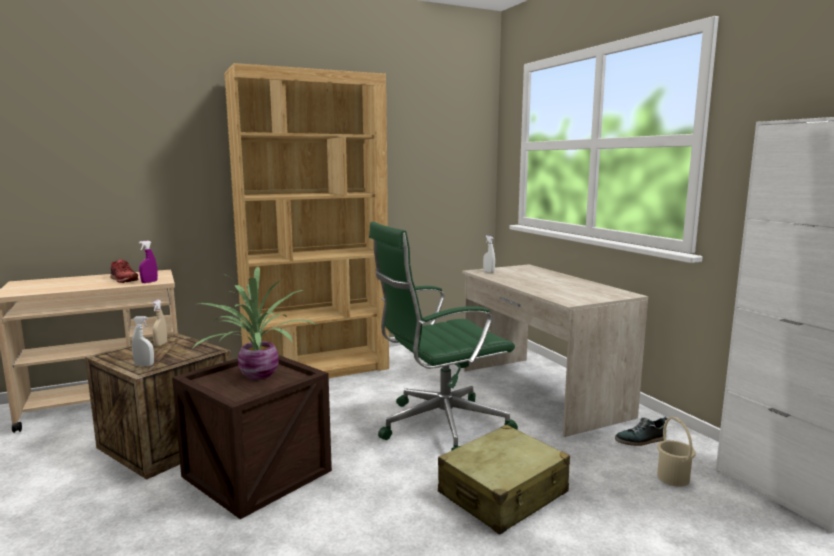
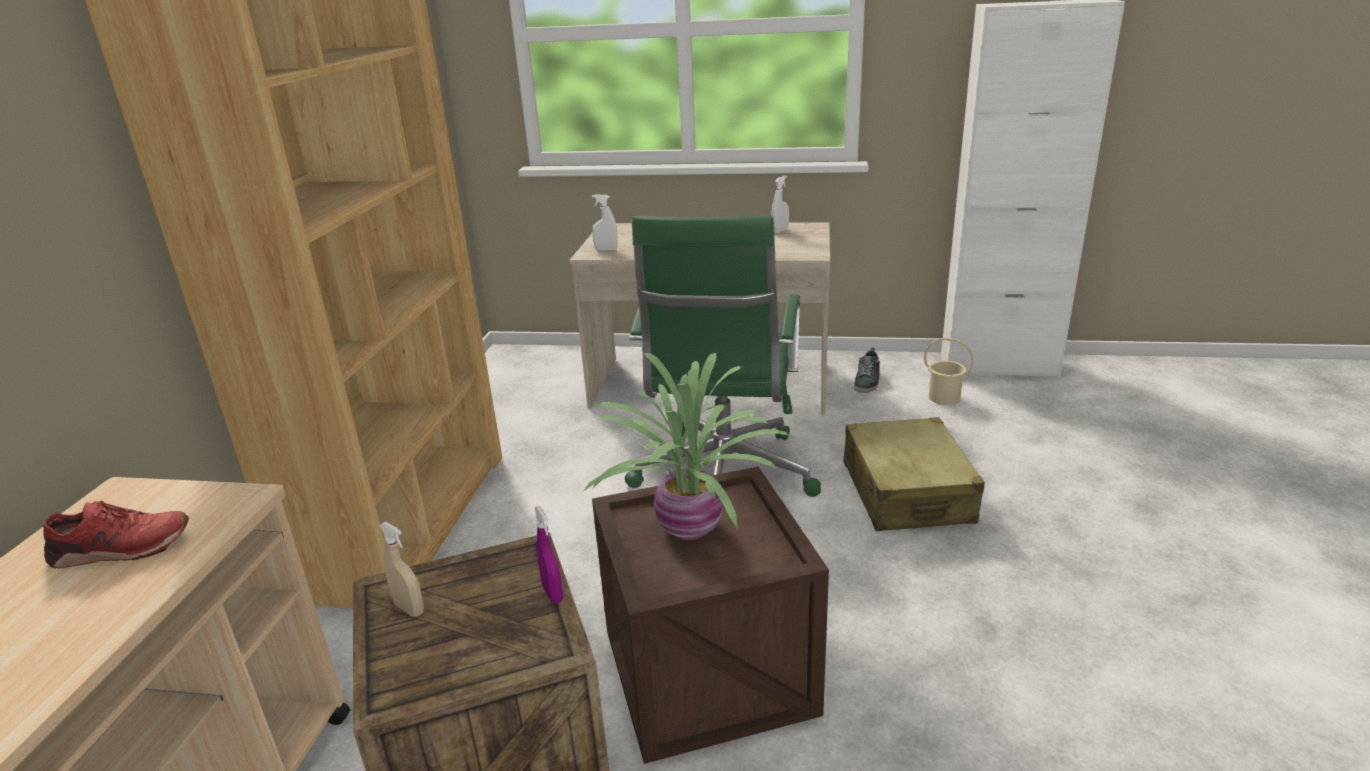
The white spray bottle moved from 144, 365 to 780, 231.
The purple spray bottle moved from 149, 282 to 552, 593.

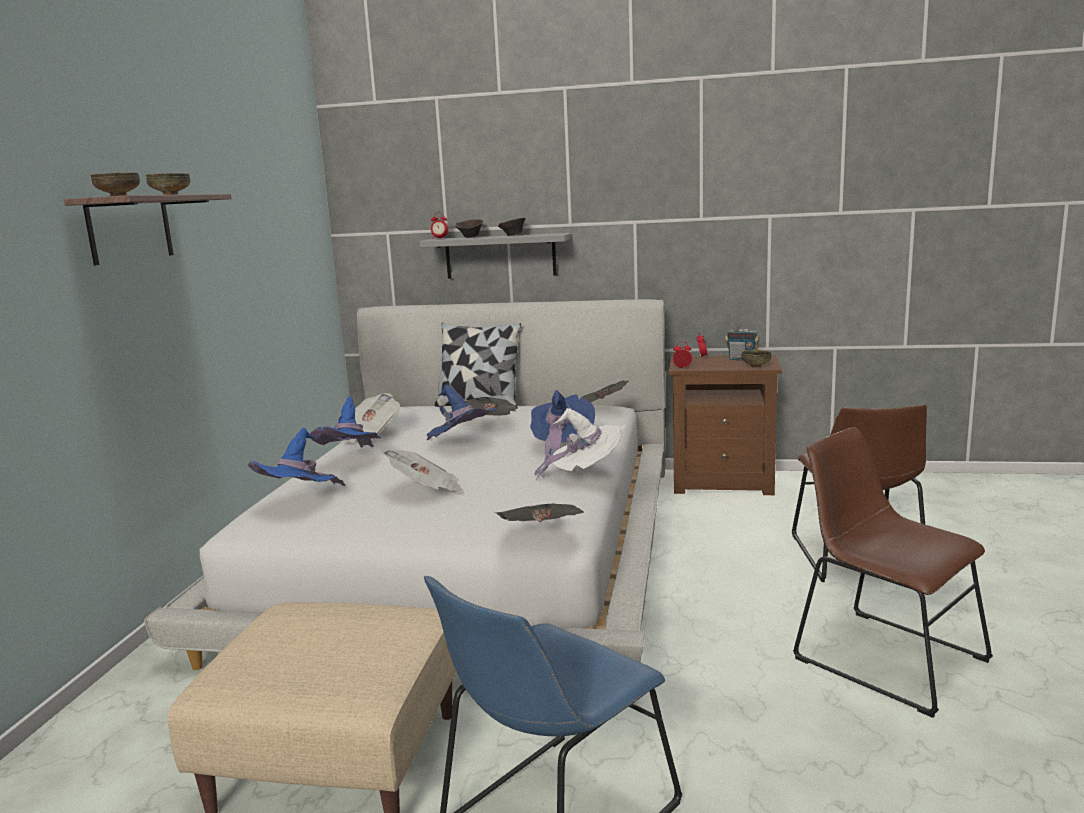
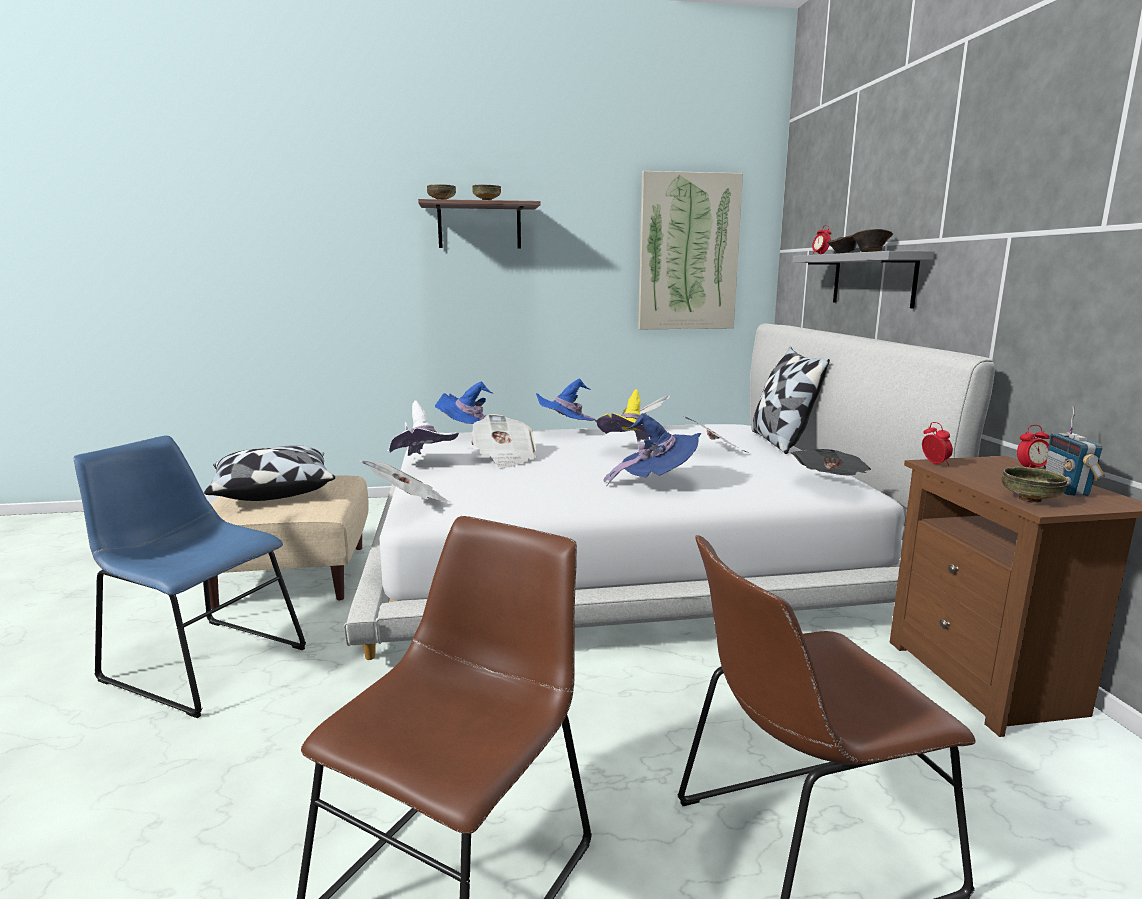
The pillow at 272, 491 appeared.
The picture at 688, 252 appeared.
The white hat moved from 586, 474 to 422, 466.
The blue hat at 461, 445 became the yellow hat at 631, 451.

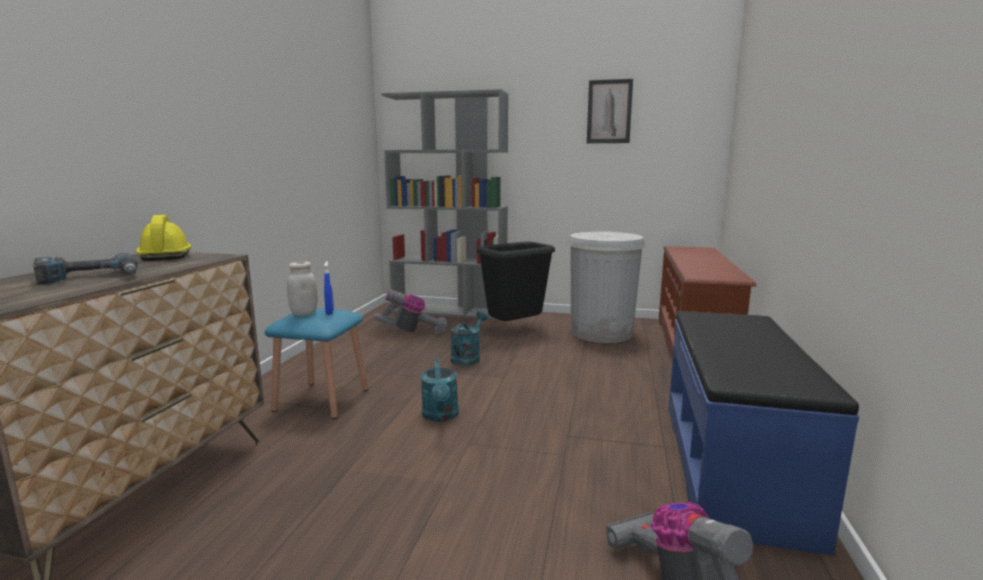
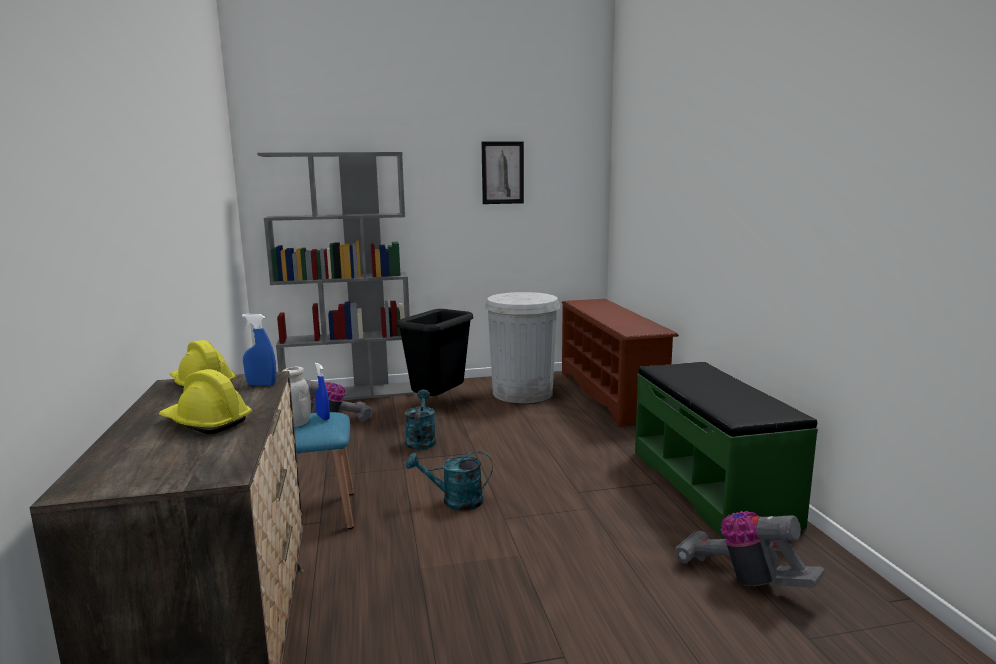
The blue spray bottle at 261, 384 appeared.
The power drill at 90, 277 was replaced by the yellow hard hat at 205, 422.
The blue bench at 734, 466 became the green bench at 711, 486.
The turquoise watering can at 441, 416 turned 120 degrees clockwise.

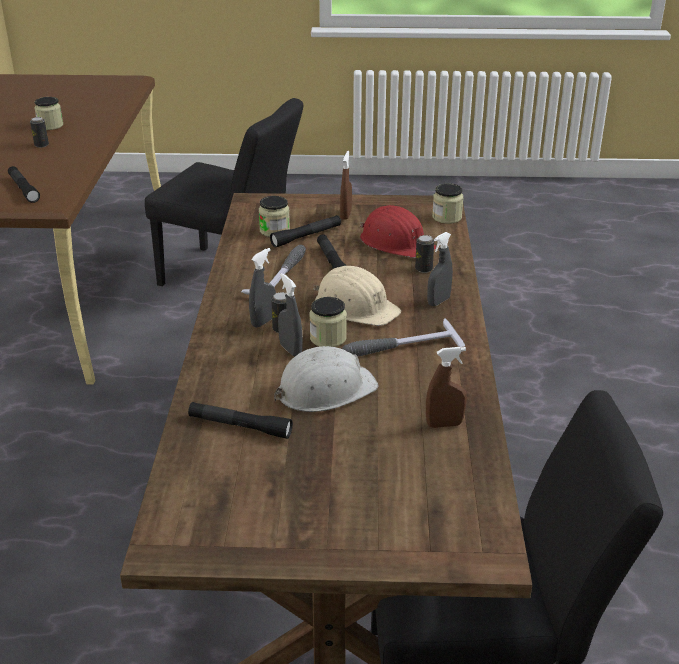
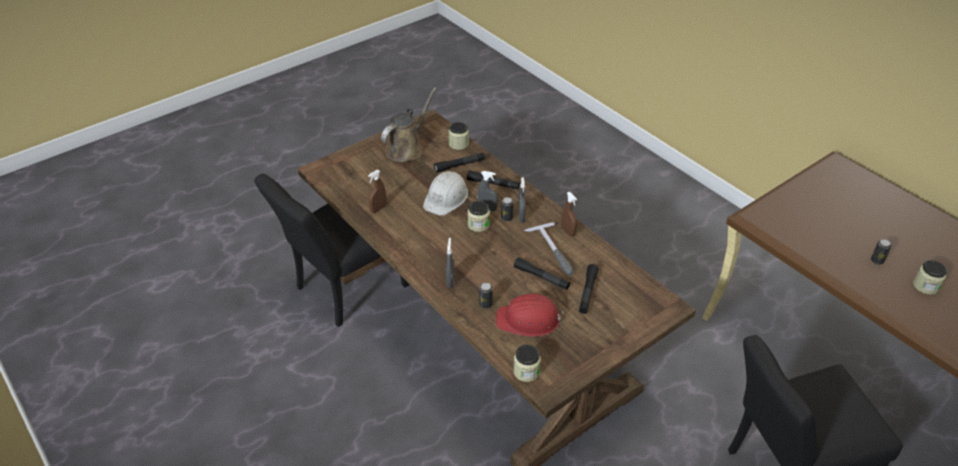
The beige hard hat at 355, 307 disappeared.
The hammer at 399, 346 disappeared.
The brown watering can at 406, 149 appeared.
The black flashlight moved from 23, 189 to 493, 184.
The jar moved from 274, 230 to 458, 144.
The brown spray bottle moved from 346, 215 to 568, 231.

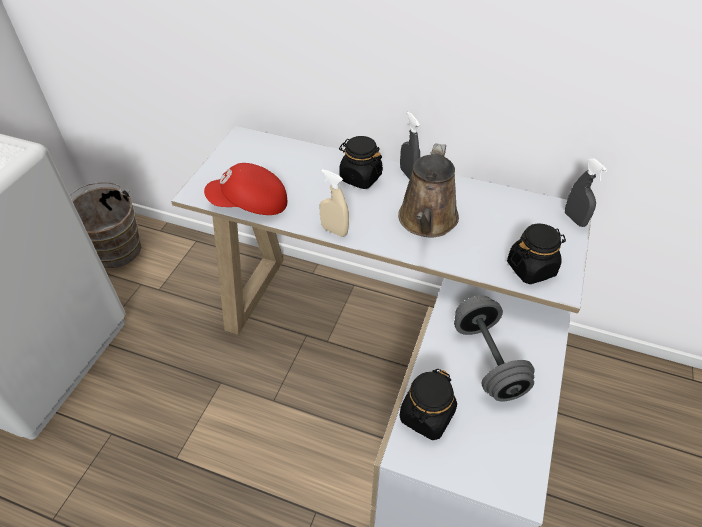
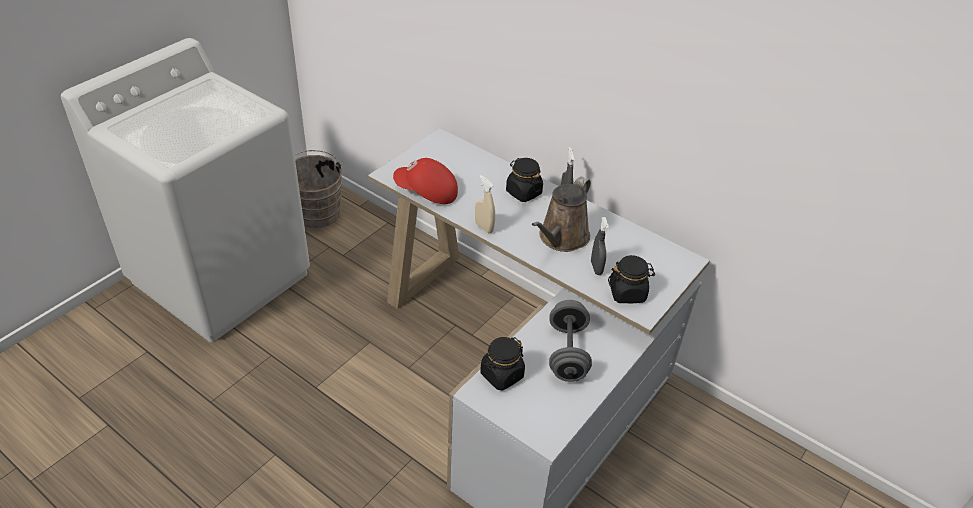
The grey spray bottle moved from 574, 219 to 596, 268.

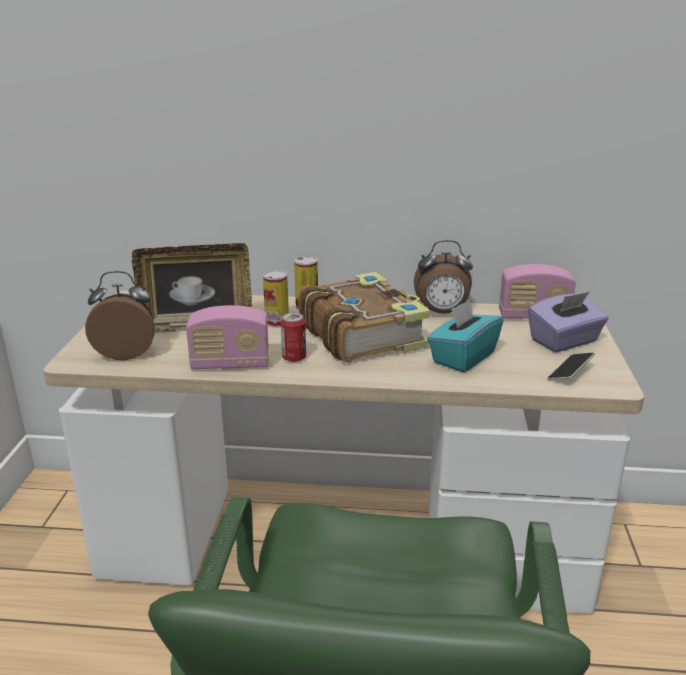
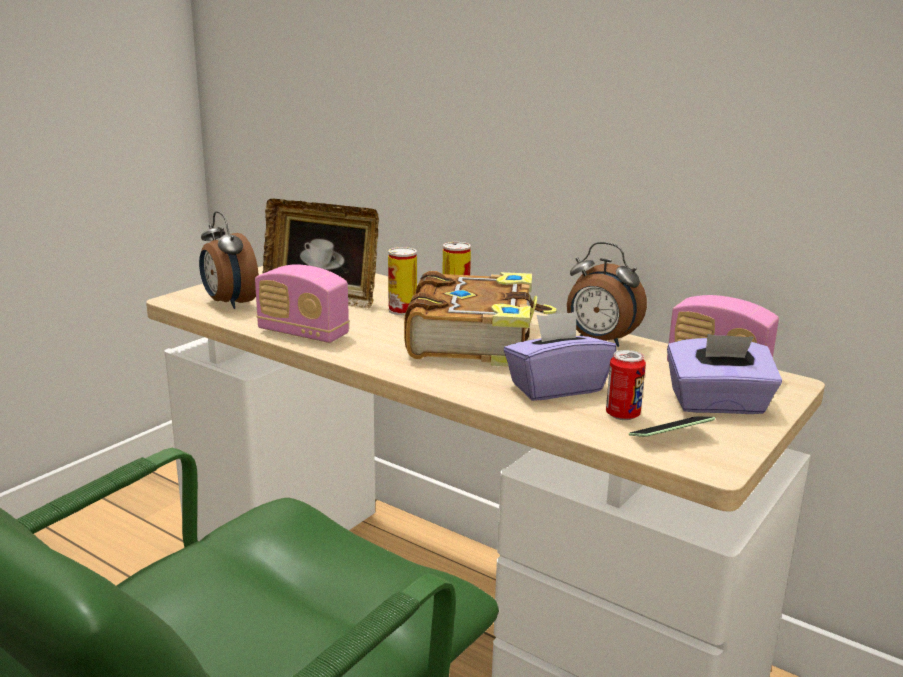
The can moved from 294, 358 to 622, 415.
The turquoise tissue box at 463, 357 became the purple tissue box at 556, 387.
The alarm clock at 126, 353 turned 150 degrees counterclockwise.

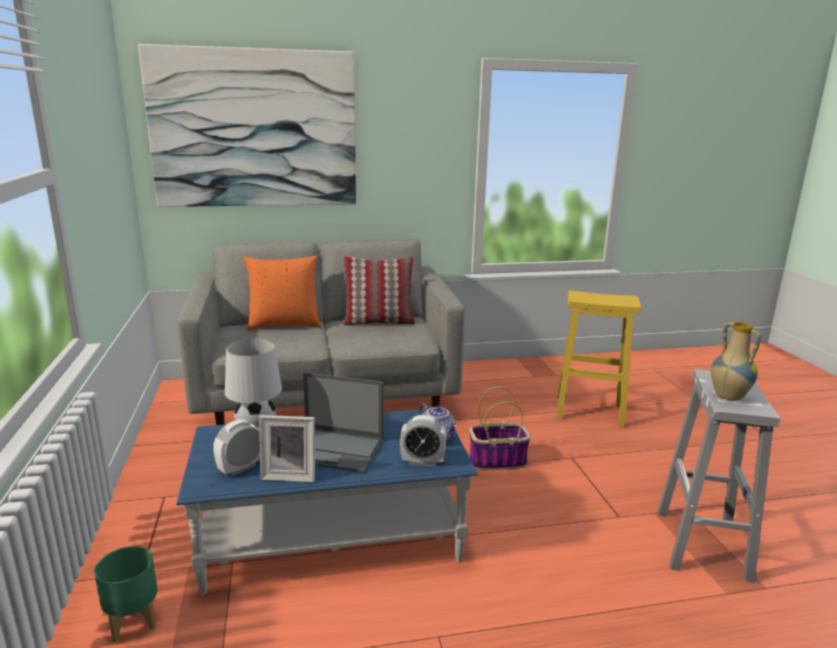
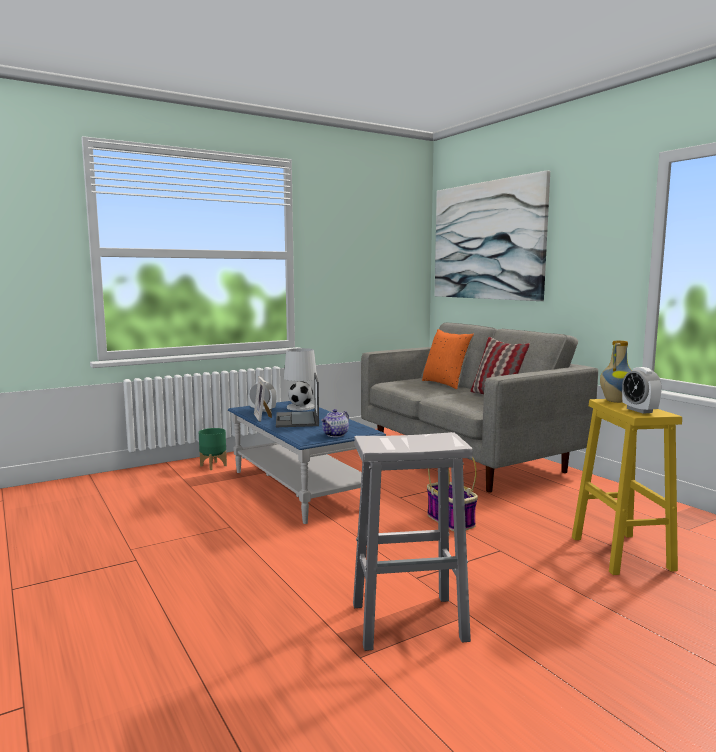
The alarm clock moved from 422, 462 to 639, 410.
The vase moved from 727, 397 to 615, 401.

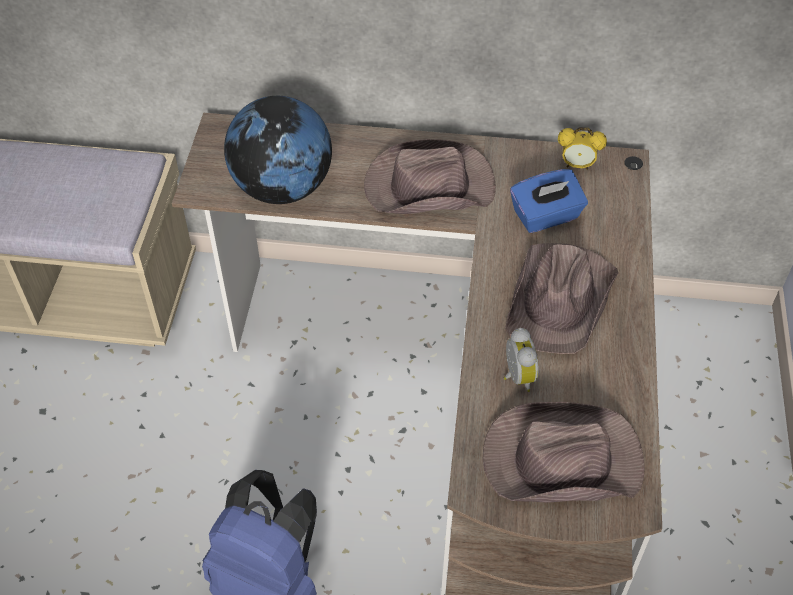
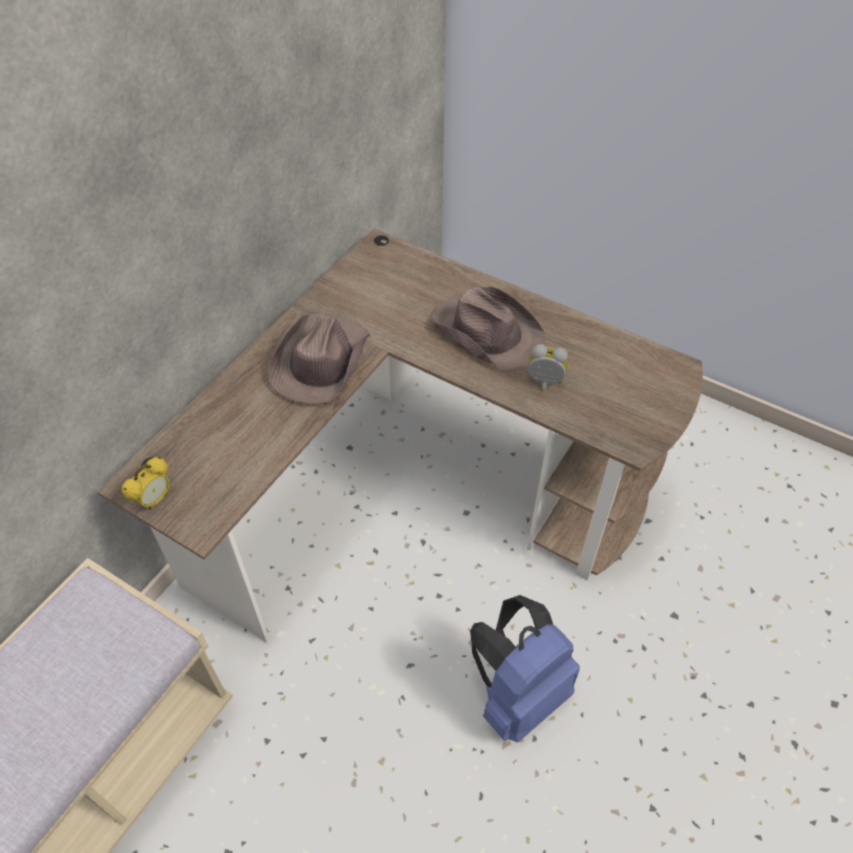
The globe at 282, 188 disappeared.
The brown hat at 560, 460 disappeared.
The blue tissue box at 546, 216 disappeared.
The alarm clock moved from 577, 165 to 155, 500.

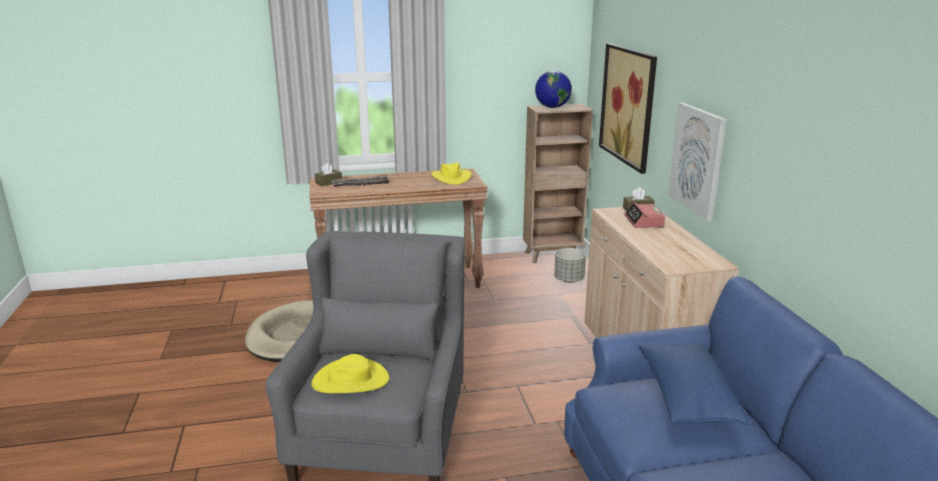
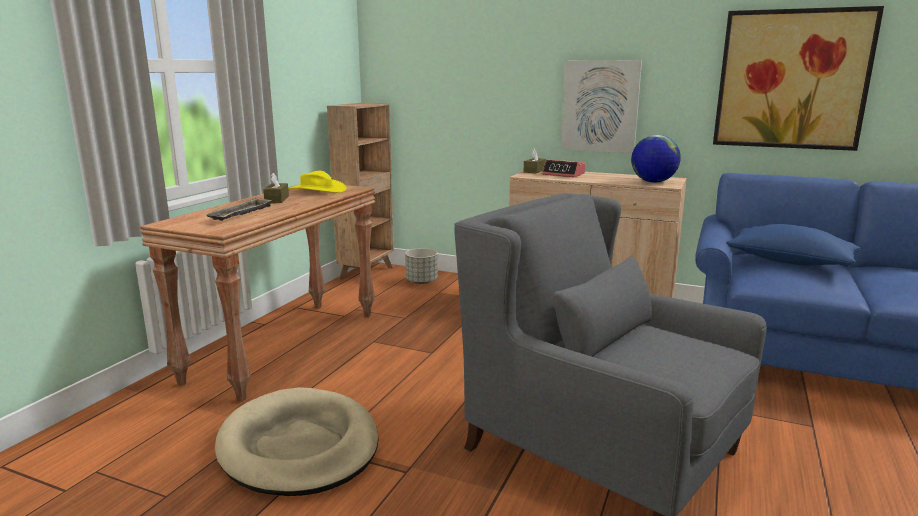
The yellow hat at 350, 380 disappeared.
The brown tissue box moved from 329, 182 to 277, 199.
The globe moved from 552, 107 to 653, 182.
The picture moved from 628, 105 to 791, 80.

